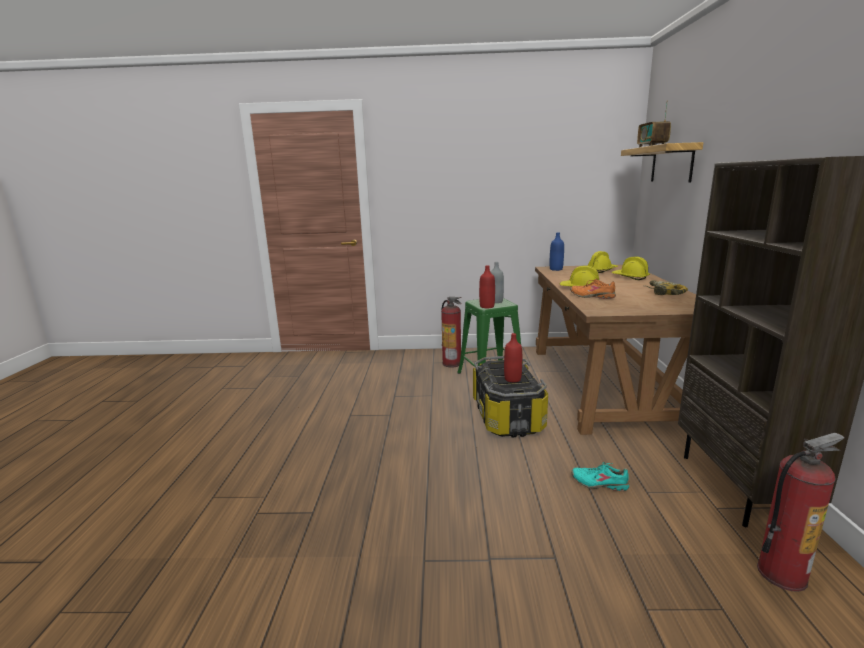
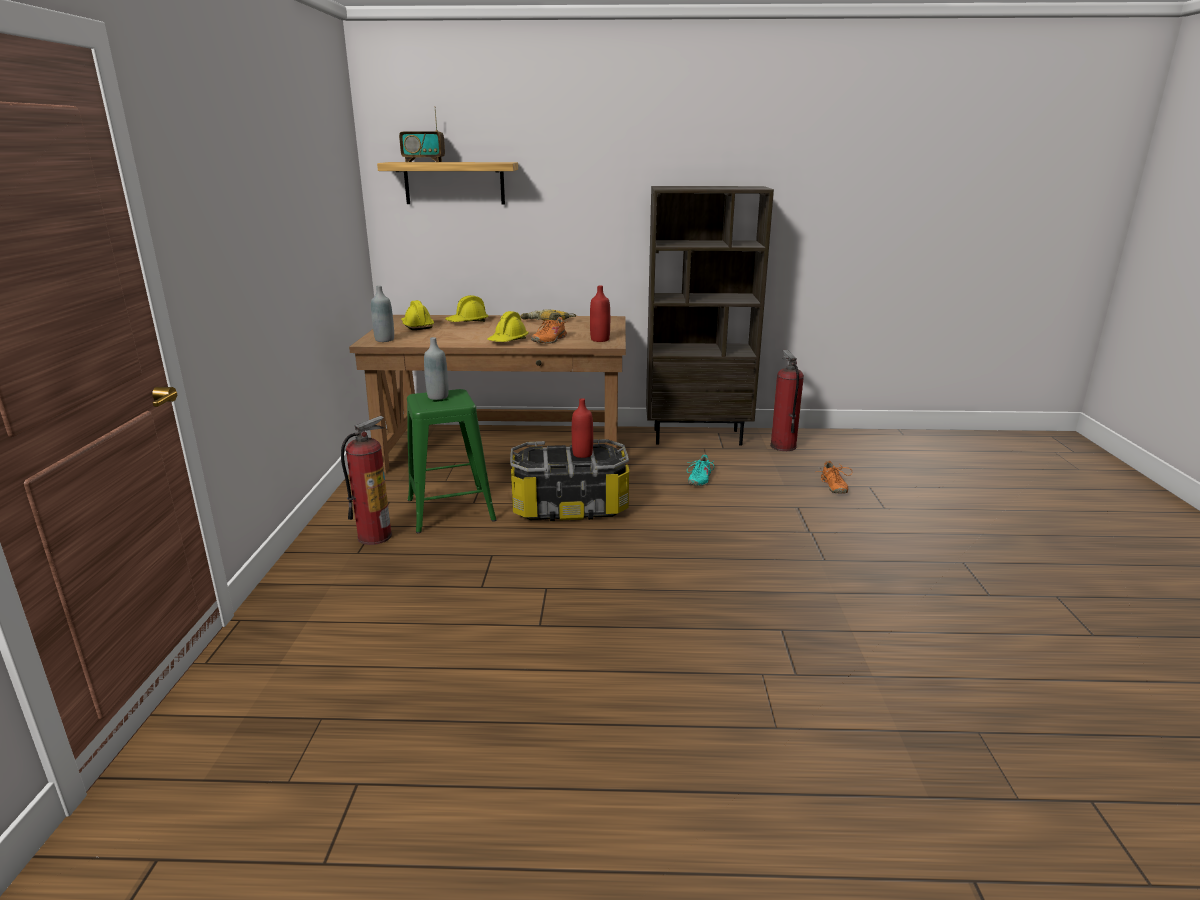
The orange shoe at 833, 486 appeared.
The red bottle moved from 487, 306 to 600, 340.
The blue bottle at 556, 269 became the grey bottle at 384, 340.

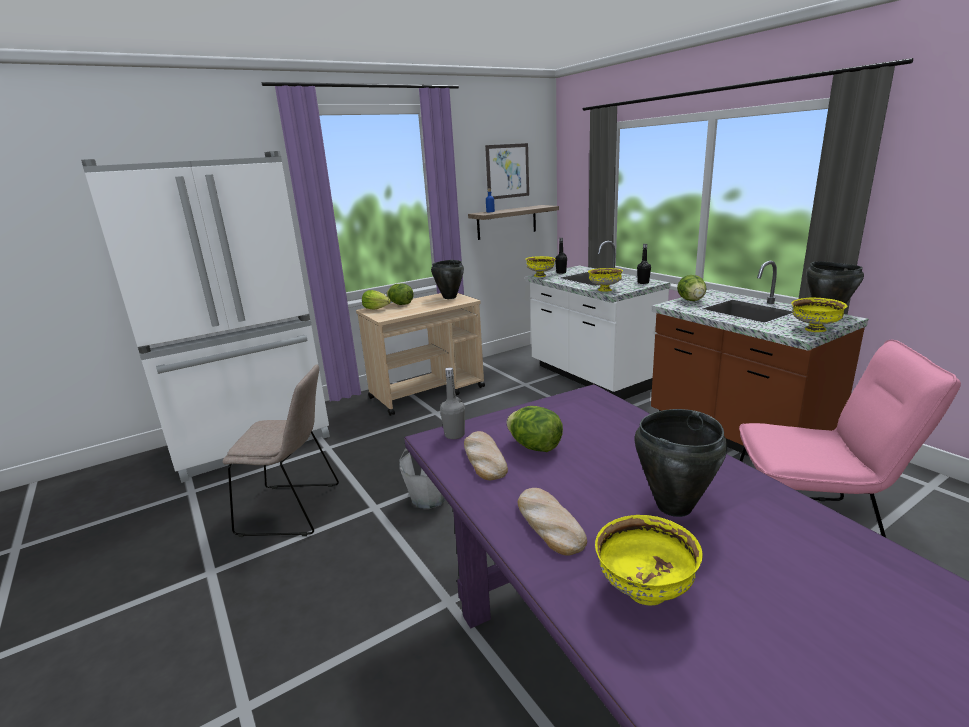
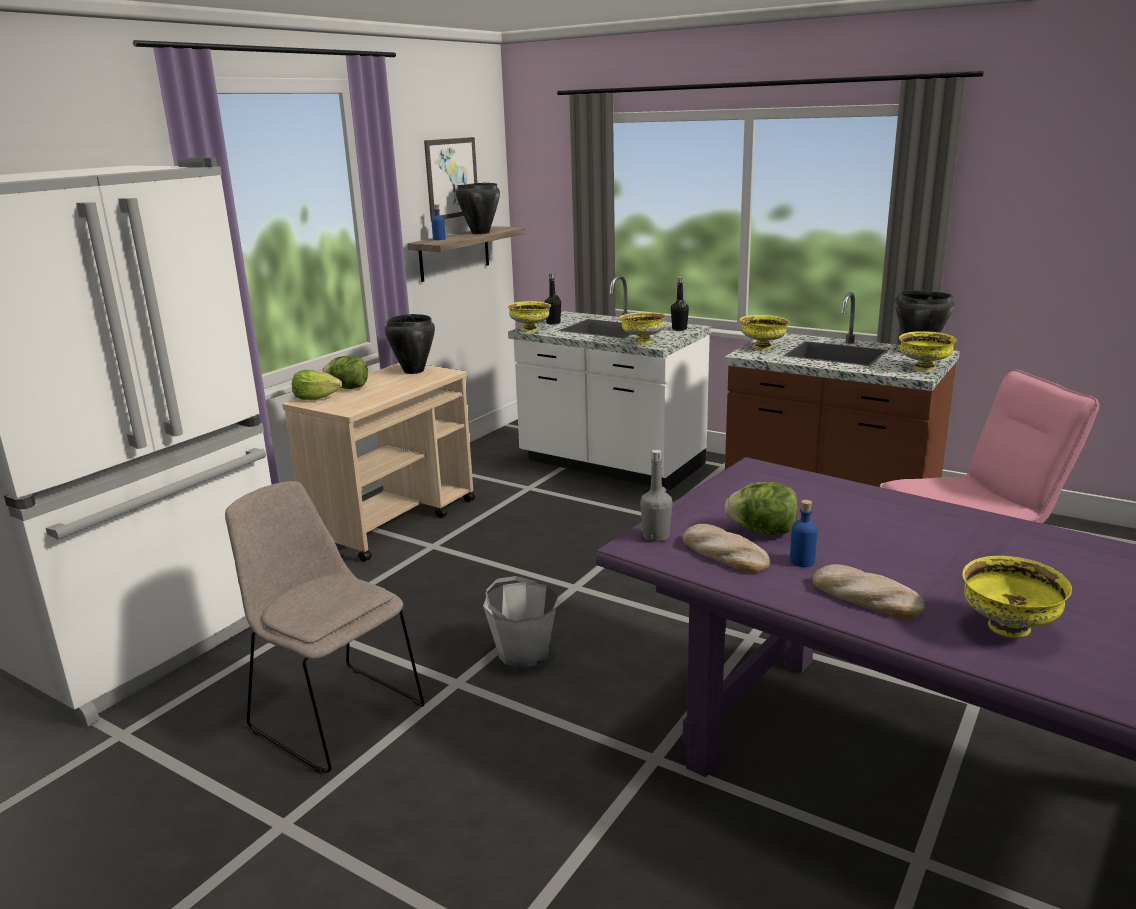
The blue bottle at 802, 561 appeared.
The black cooking pot moved from 673, 506 to 480, 233.
The lettuce at 691, 300 was replaced by the yellow bowl at 763, 347.
The beige chair at 294, 509 turned 120 degrees counterclockwise.

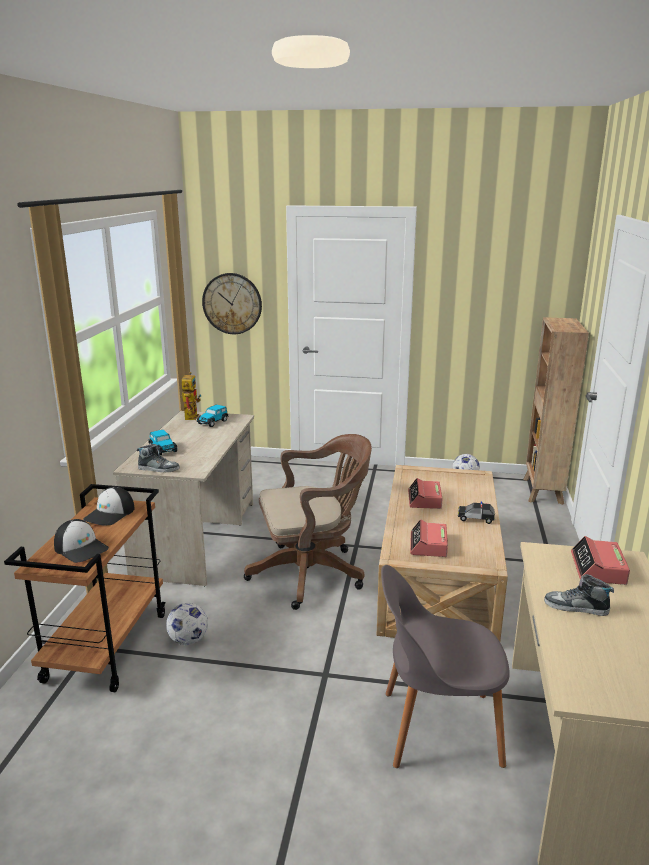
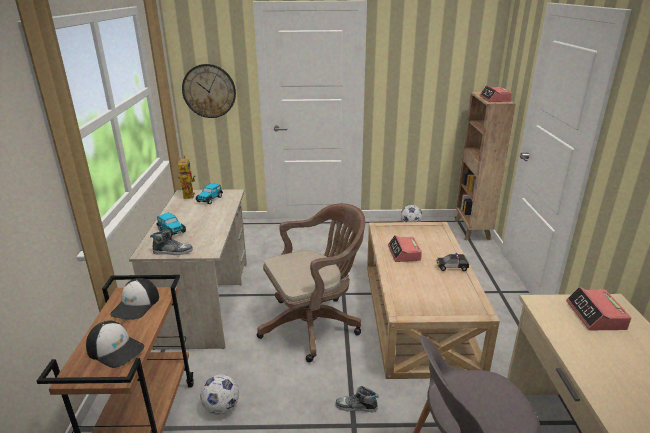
The alarm clock moved from 428, 545 to 495, 99.
The shoe moved from 576, 607 to 356, 407.

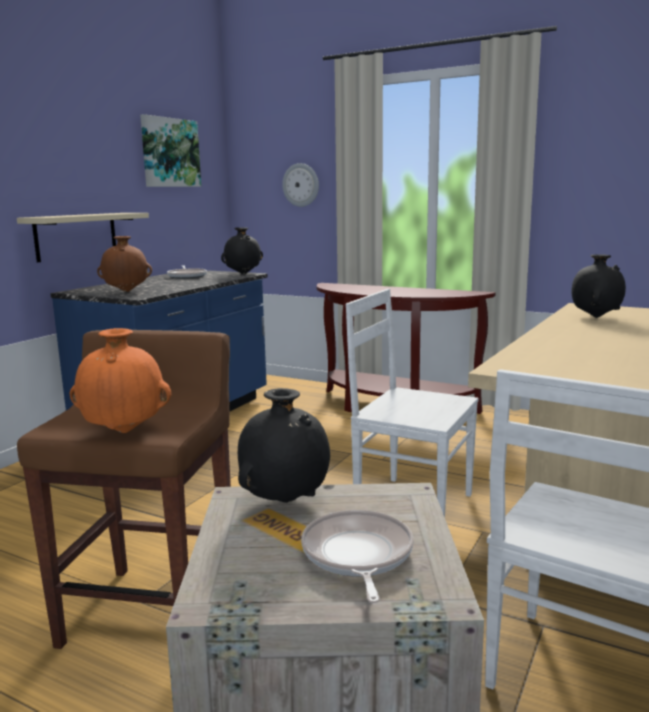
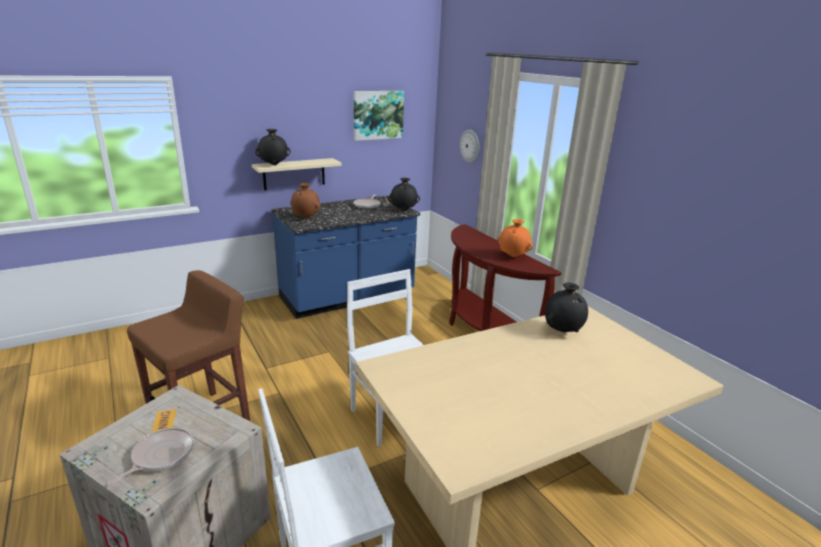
The orange vase moved from 125, 431 to 513, 256.
The black vase moved from 286, 501 to 274, 165.

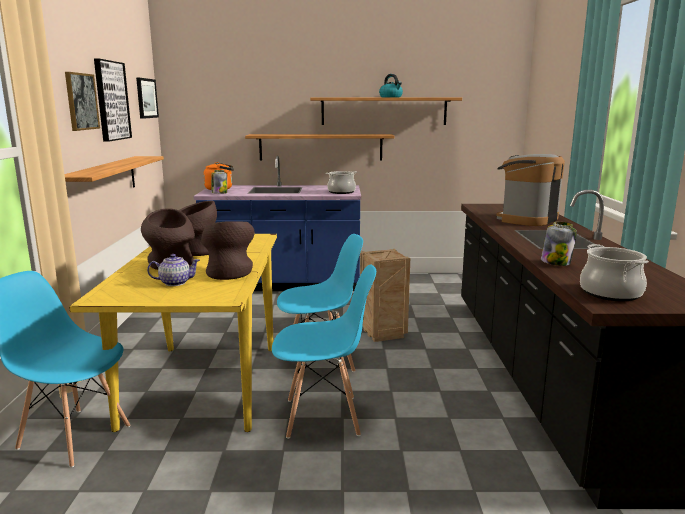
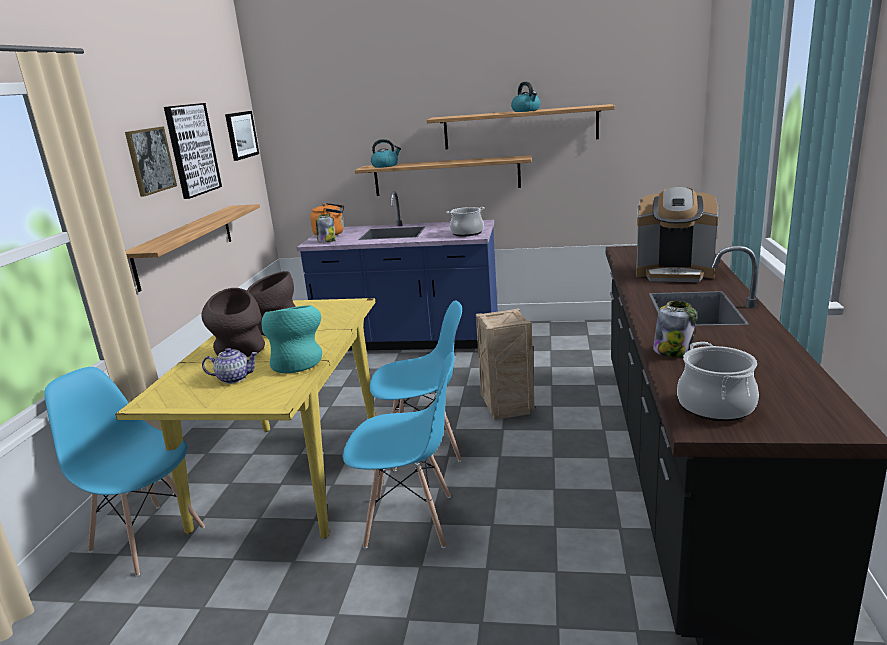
The kettle at 385, 165 appeared.
The brown vase at 229, 272 became the turquoise vase at 297, 362.
The coffee machine at 526, 219 turned 120 degrees counterclockwise.

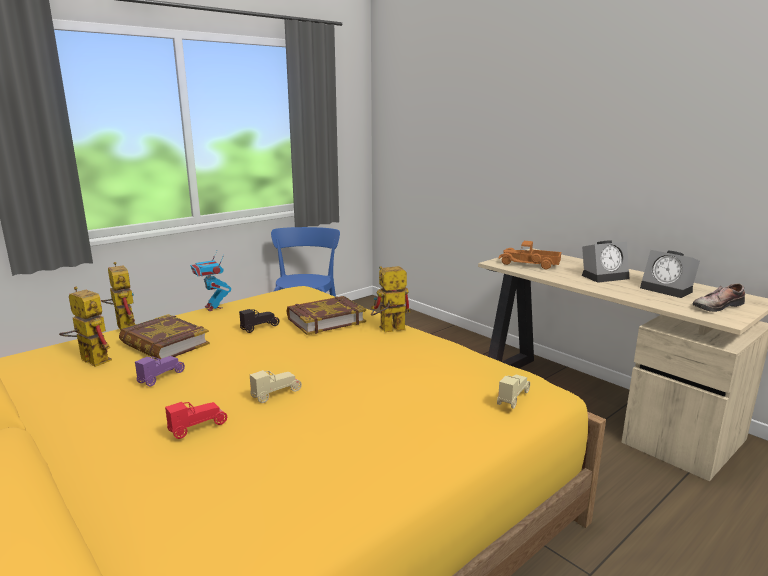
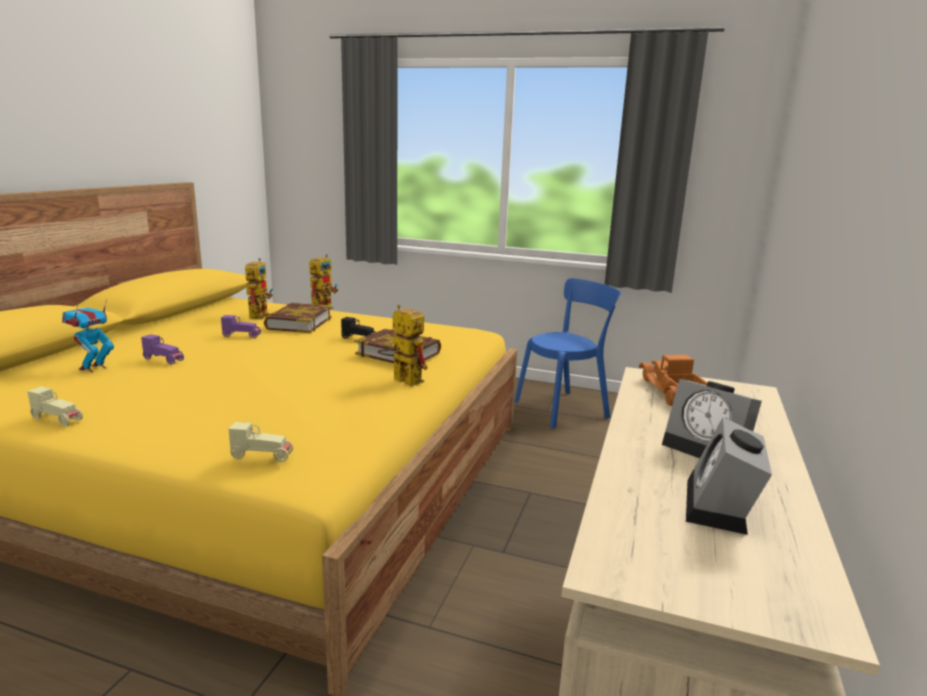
The shoe at 715, 306 disappeared.
The toy robot moved from 213, 307 to 93, 368.
The beige toy car moved from 276, 394 to 58, 419.
The red toy car at 198, 427 became the purple toy car at 164, 360.

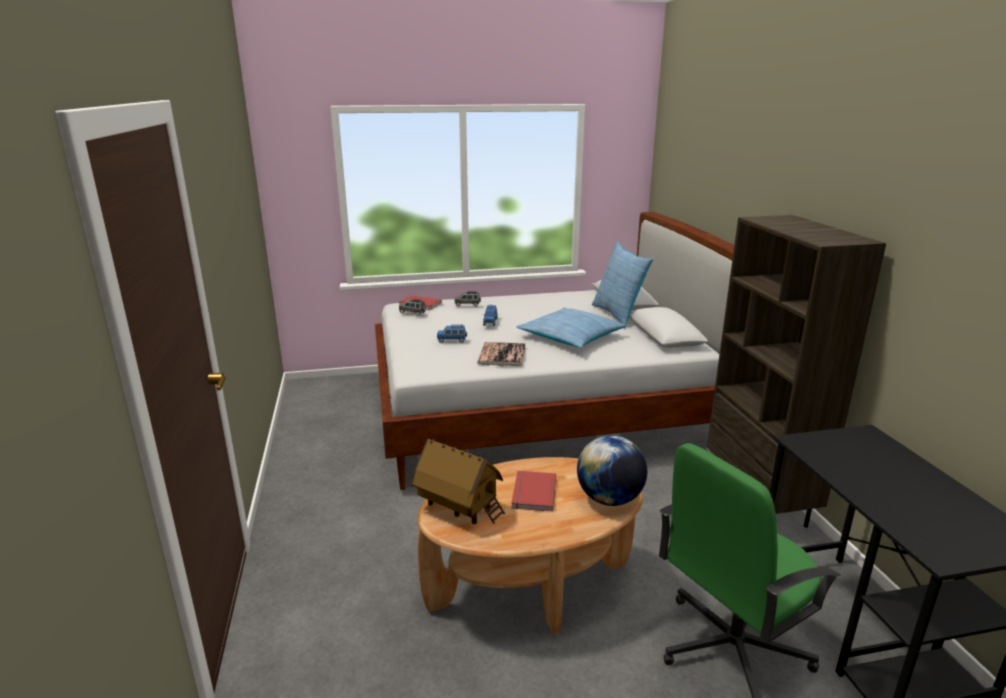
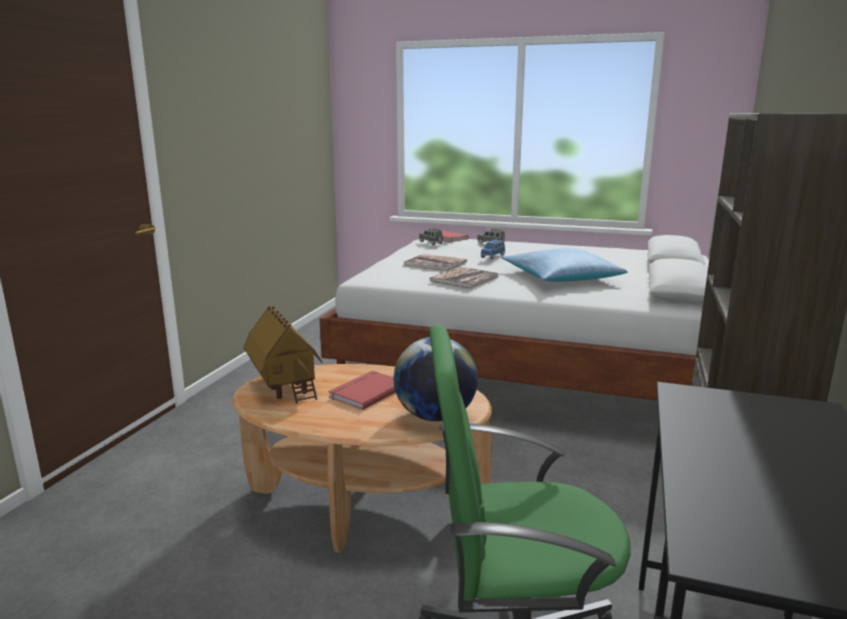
The pillow at 618, 315 disappeared.
The blue toy car at 452, 340 was replaced by the book at 435, 263.

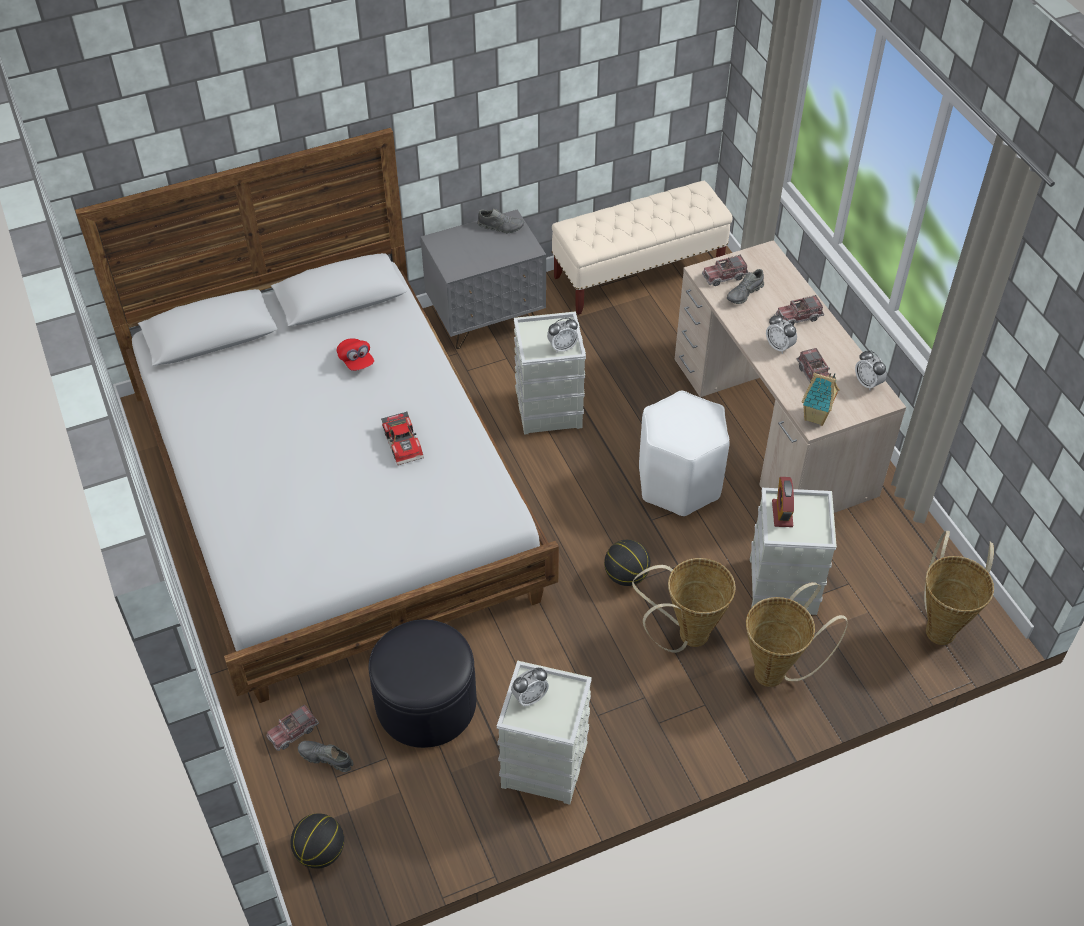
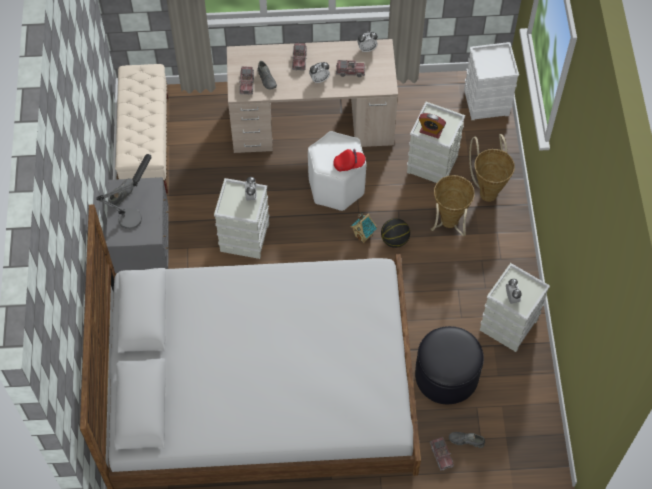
The basketball at 320, 852 disappeared.
The toy car at 404, 443 disappeared.
The table lamp at 134, 213 appeared.
The red cap moved from 356, 361 to 349, 164.
The toy house moved from 816, 417 to 363, 236.
The basket at 941, 627 was replaced by the white storage box at 486, 102.
The grey shoe at 326, 758 turned 60 degrees clockwise.

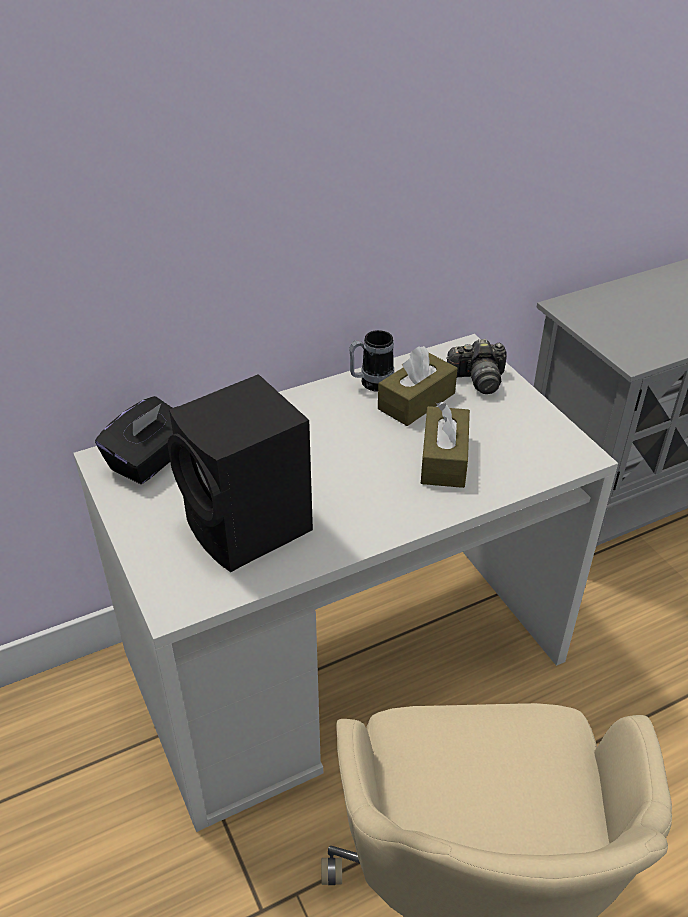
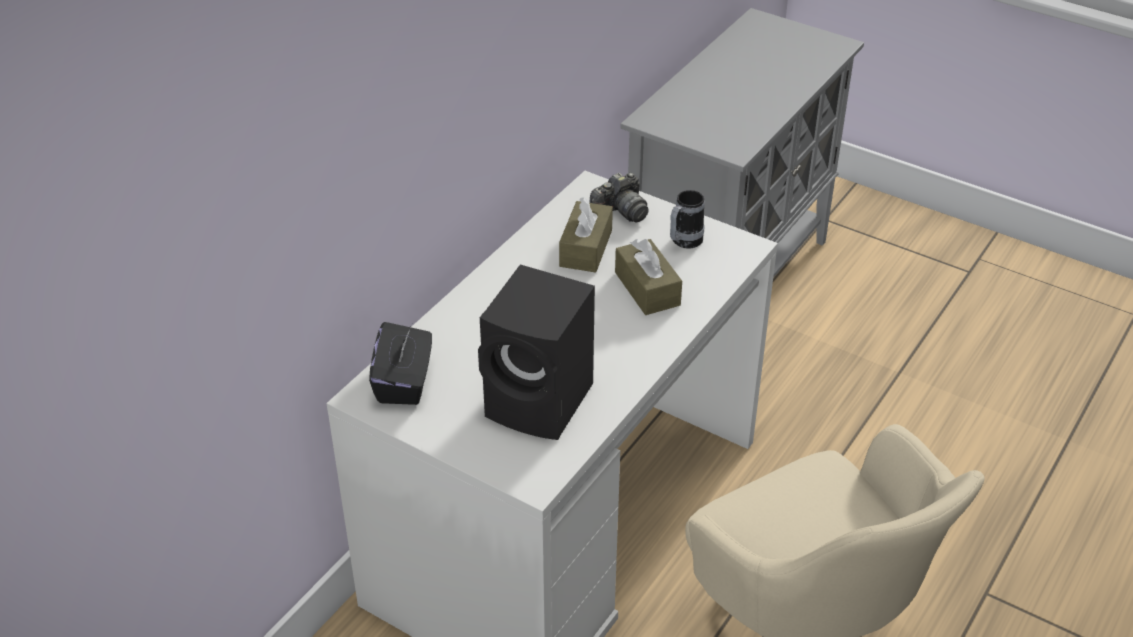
The mug moved from 370, 384 to 683, 243.

